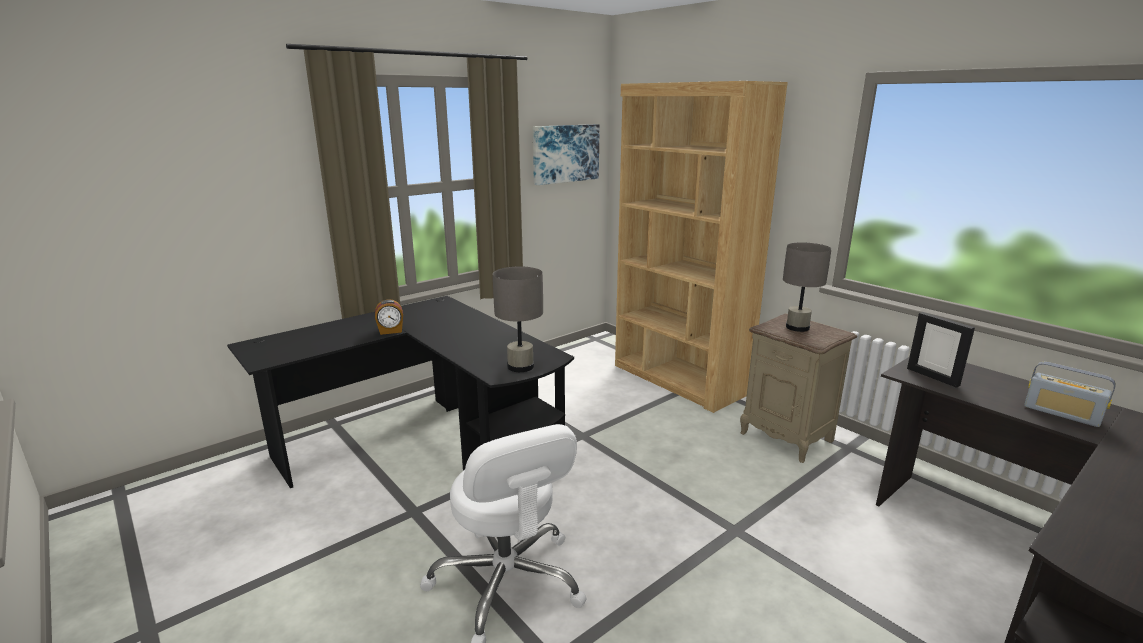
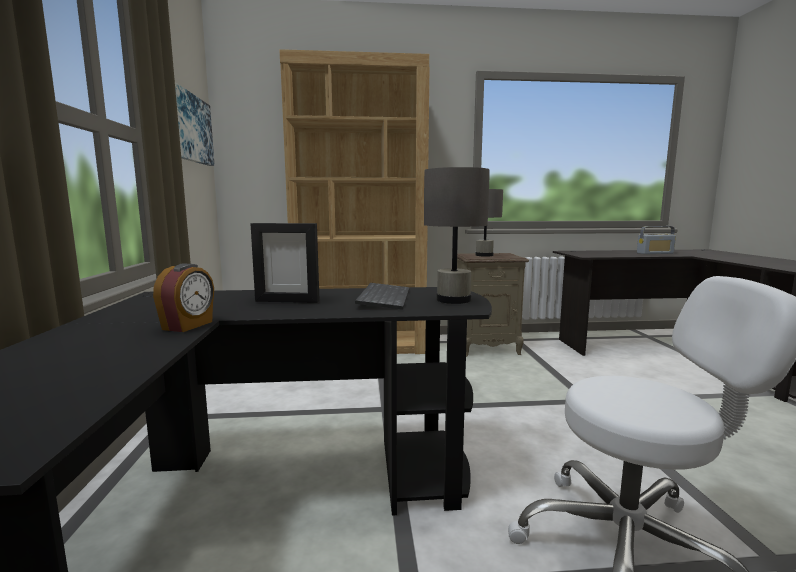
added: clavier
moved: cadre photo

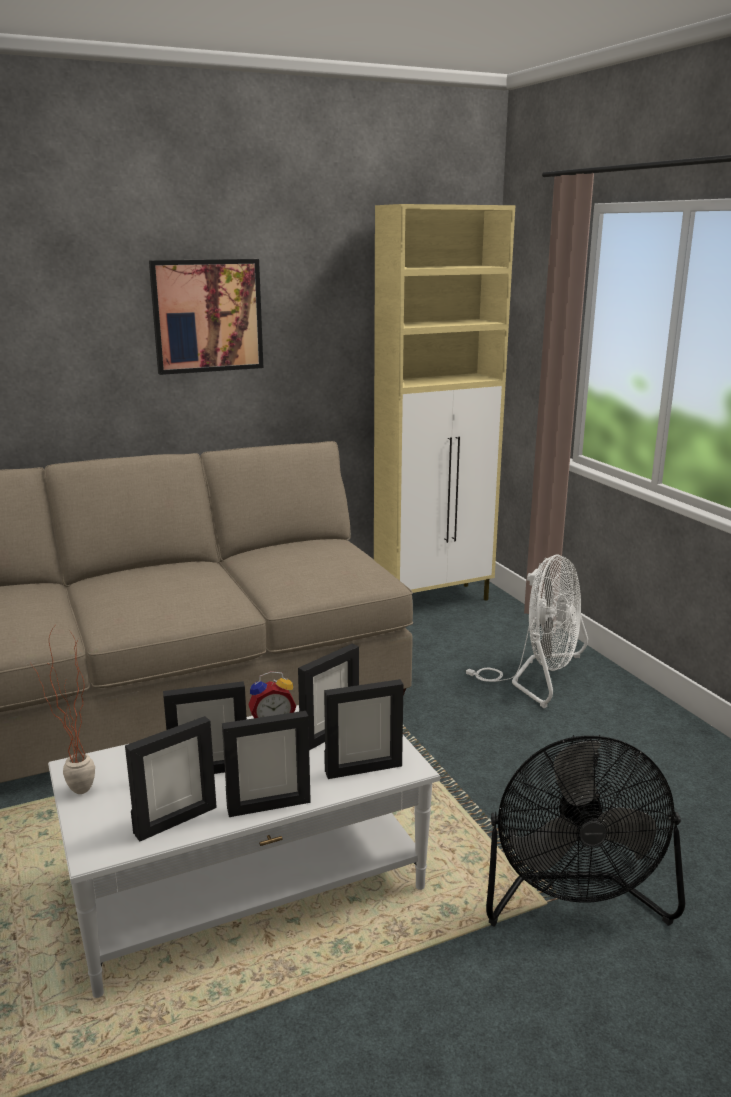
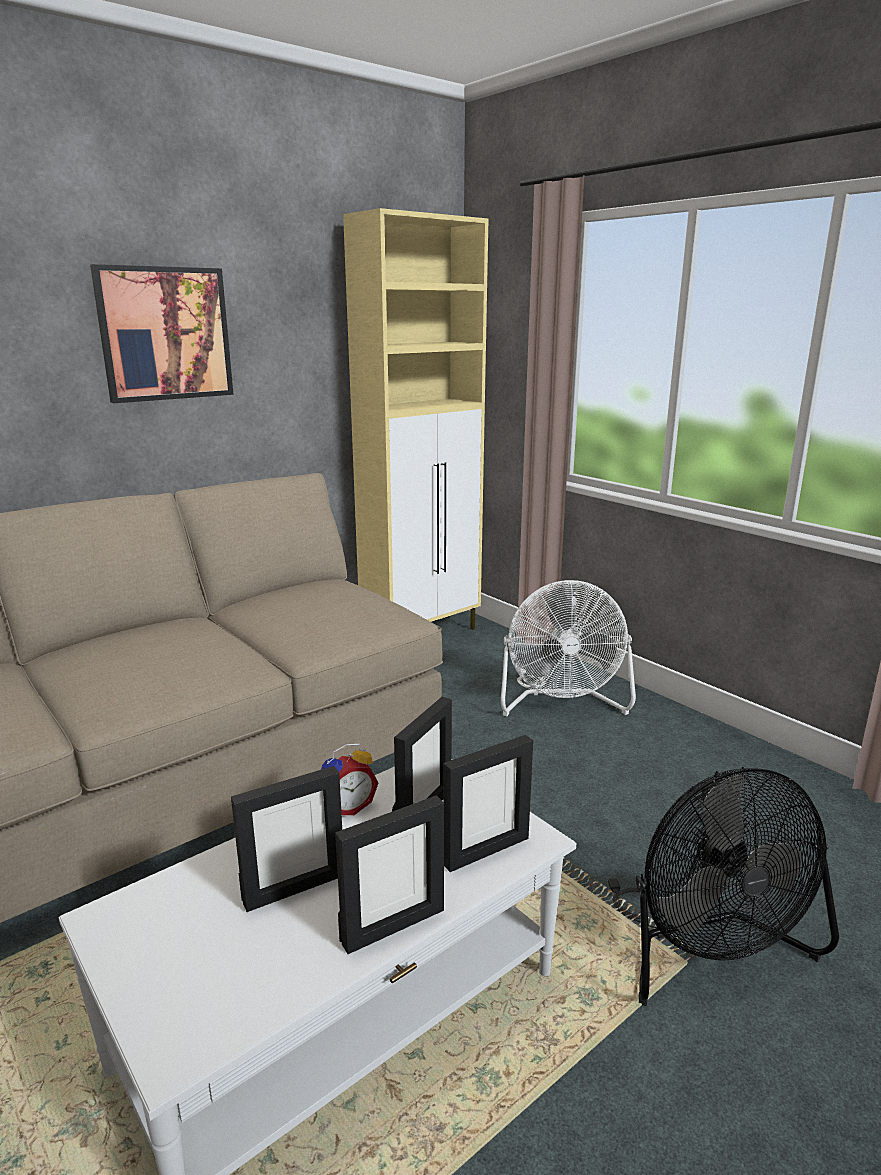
removed: plante en pot; cadre photo (1st from left)
turned: ventilateur/blanc 75 degrees clockwise

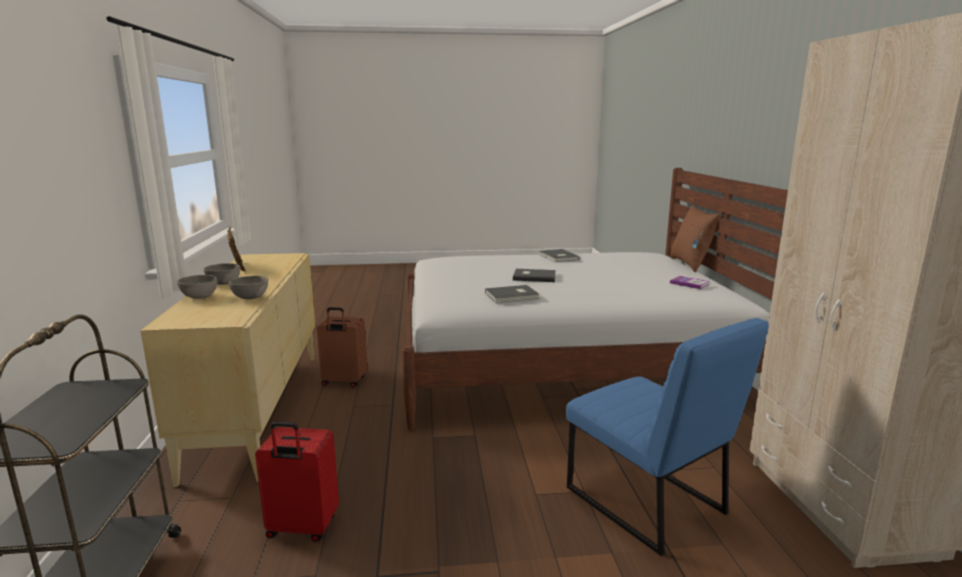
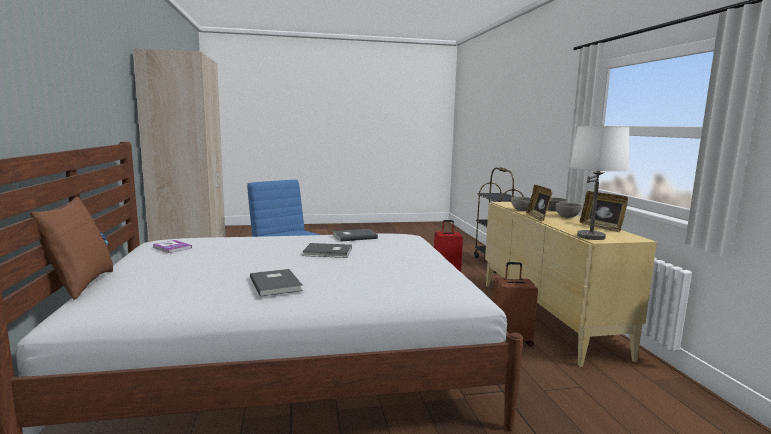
added: lampe de table/blanc; cadre photo (1st from left)

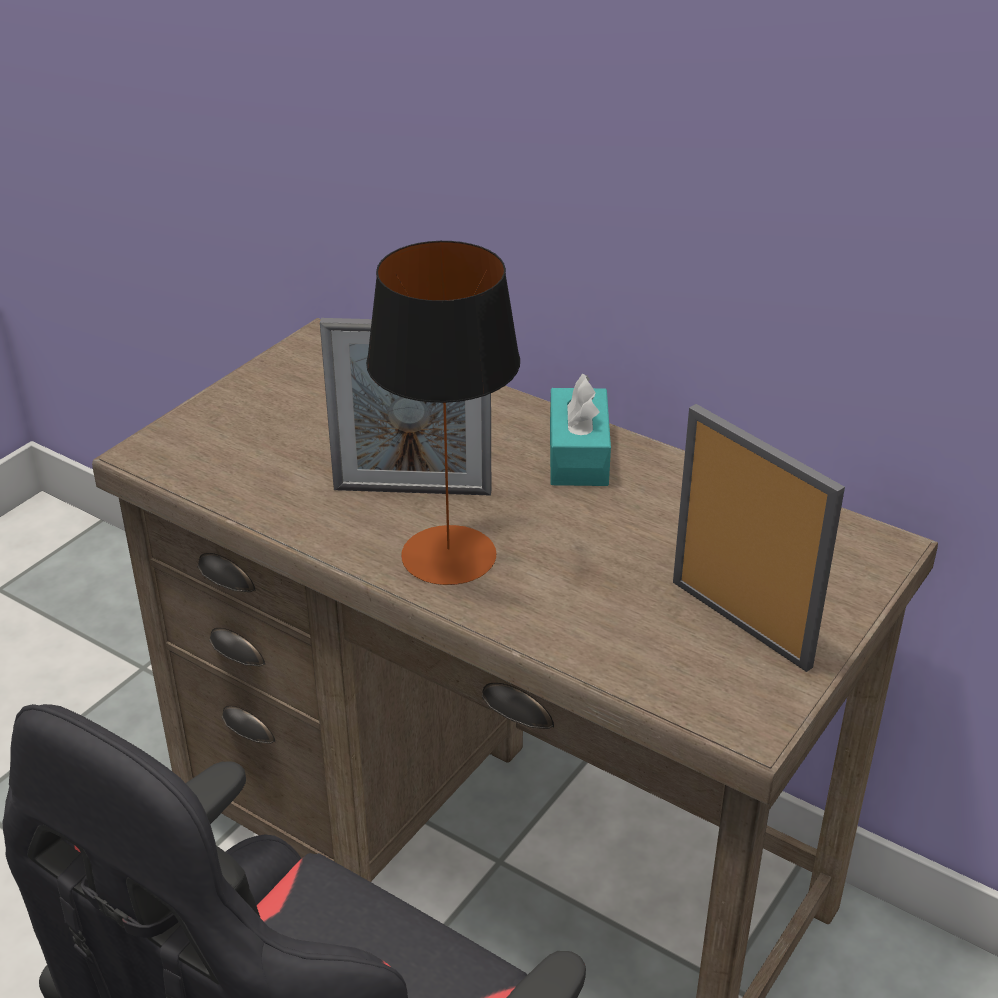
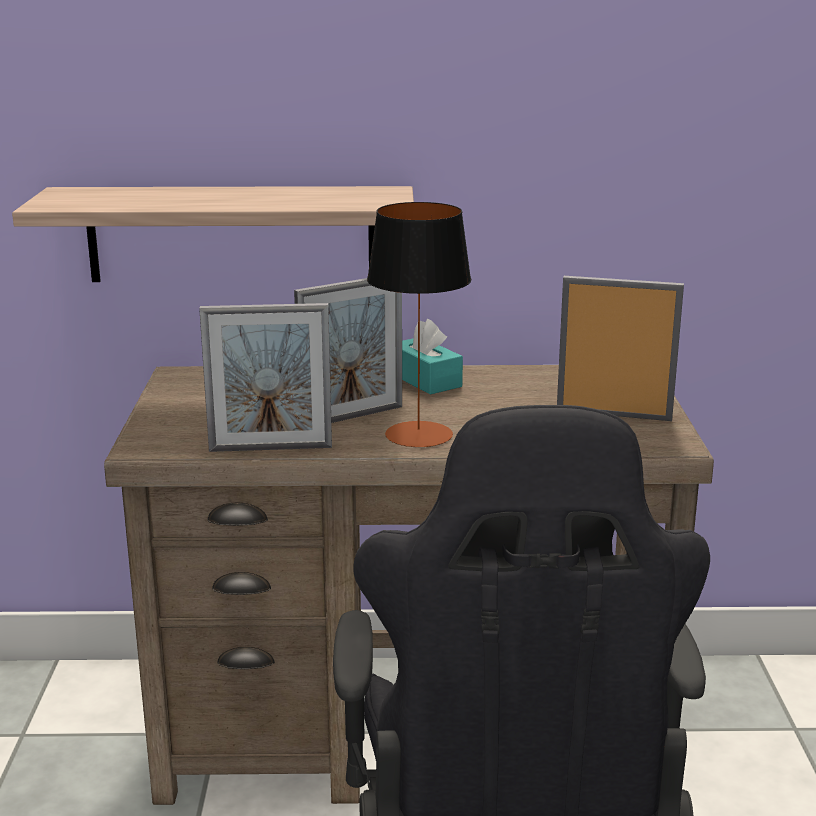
added: étagère; cadre photo (1st from left)

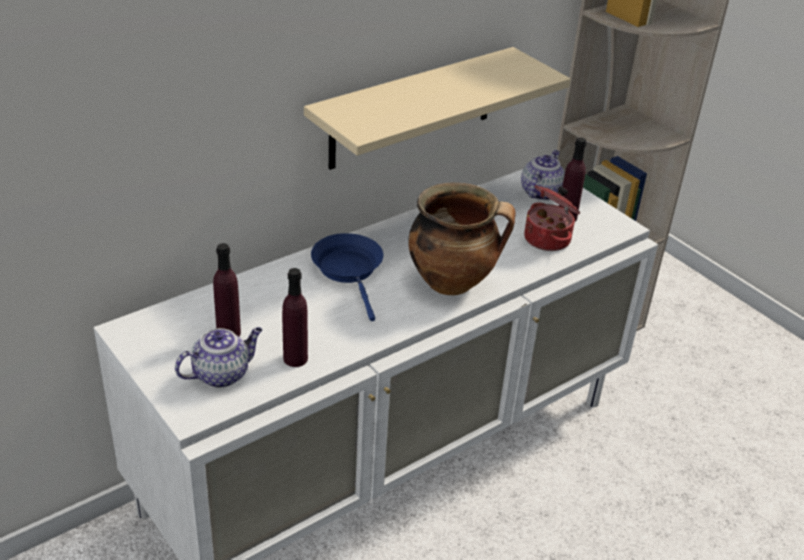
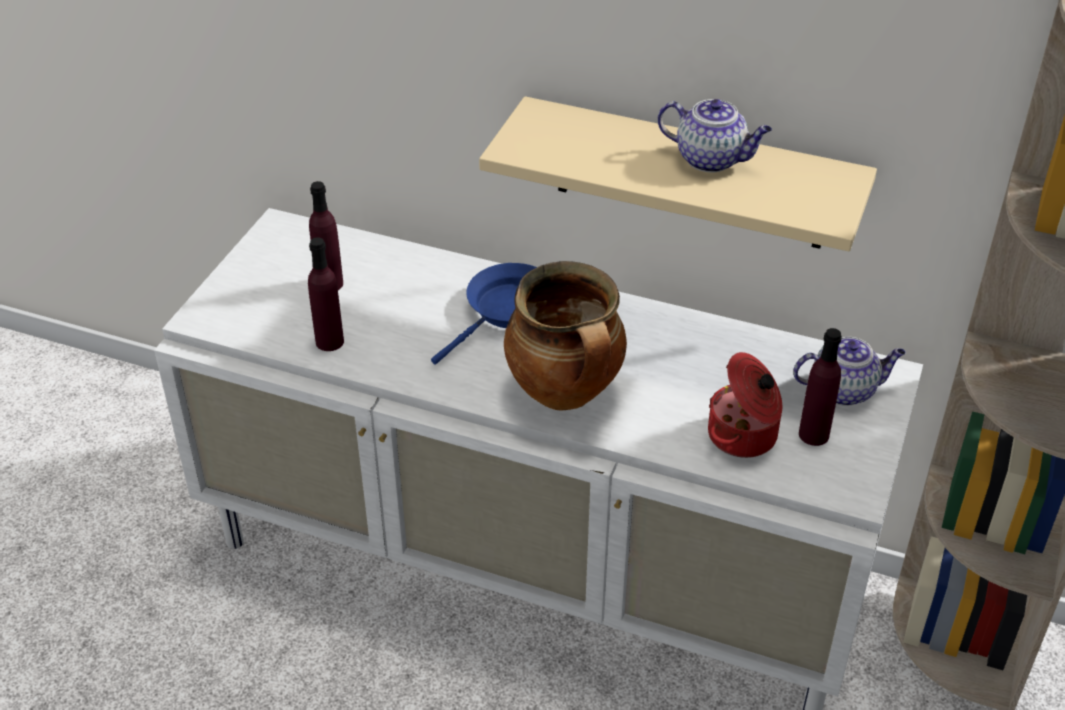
moved: théière (1st from left)

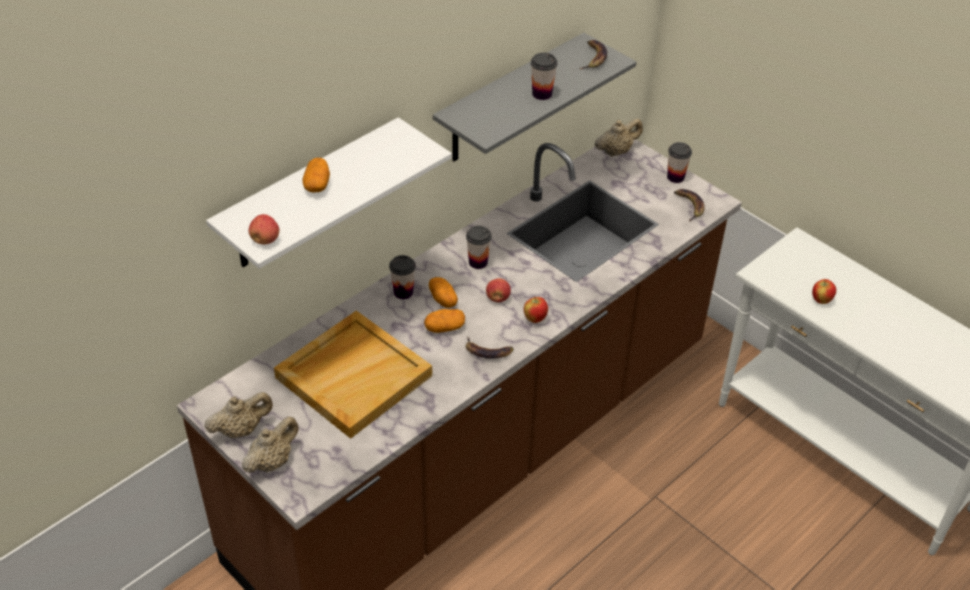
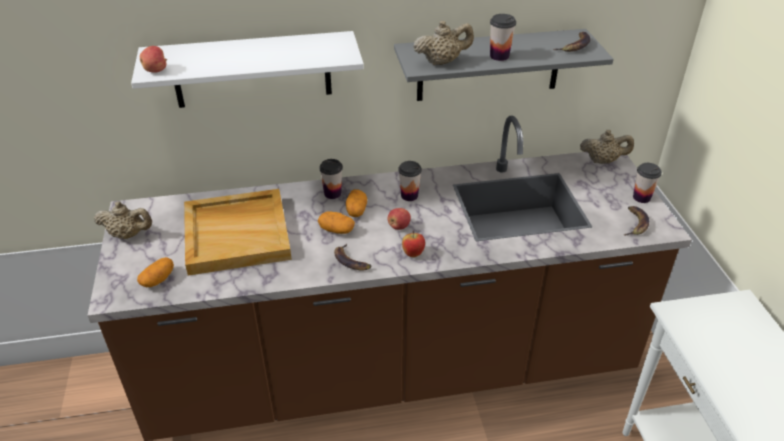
removed: pomme (4th from left)
moved: pomme de terre (1st from left); théière/beige (2nd from left)

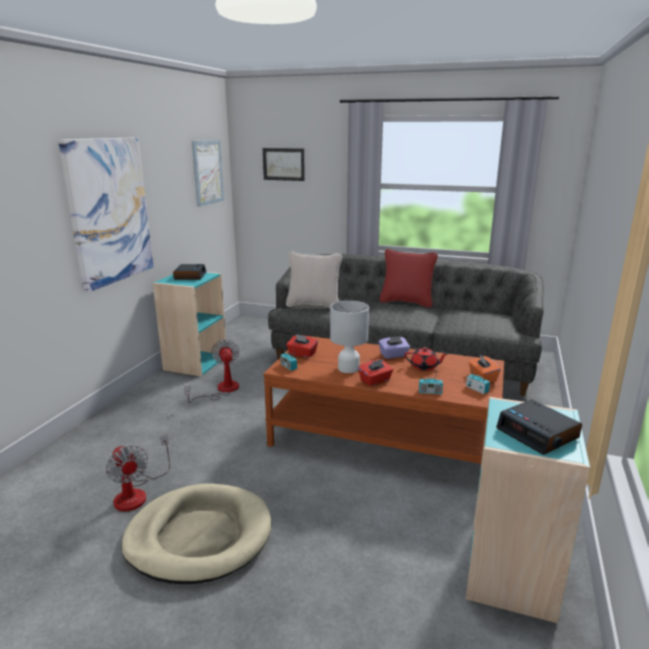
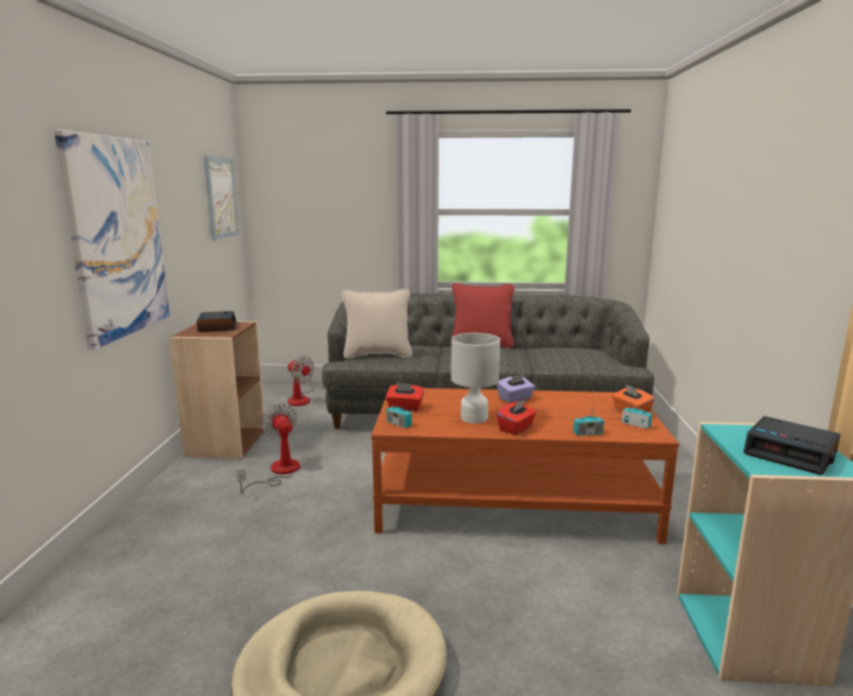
removed: tableau (3rd from left); théière/rouge
moved: ventilateur (1st from left in the first image) to ventilateur (2nd from left)
recoloured: bibliothèque/turquoise (1st from left) to bibliothèque/marron

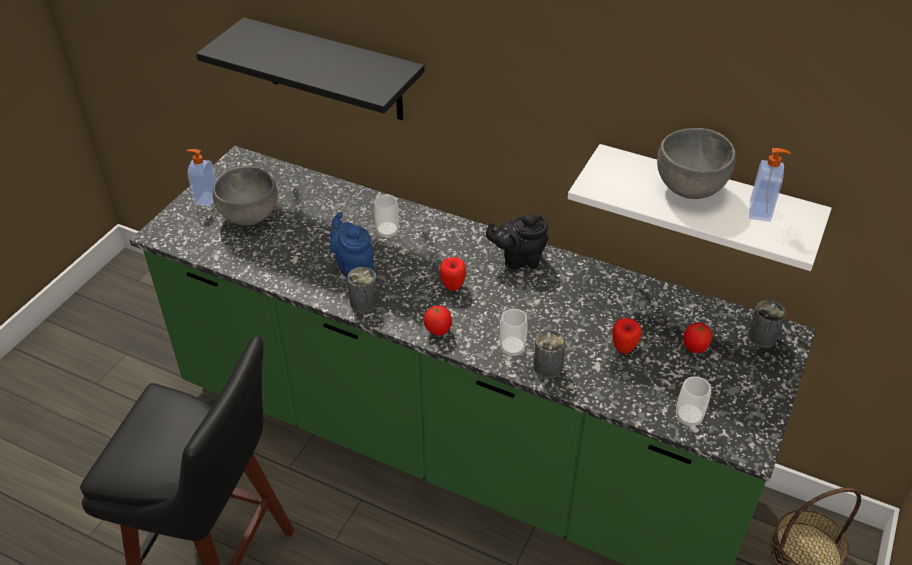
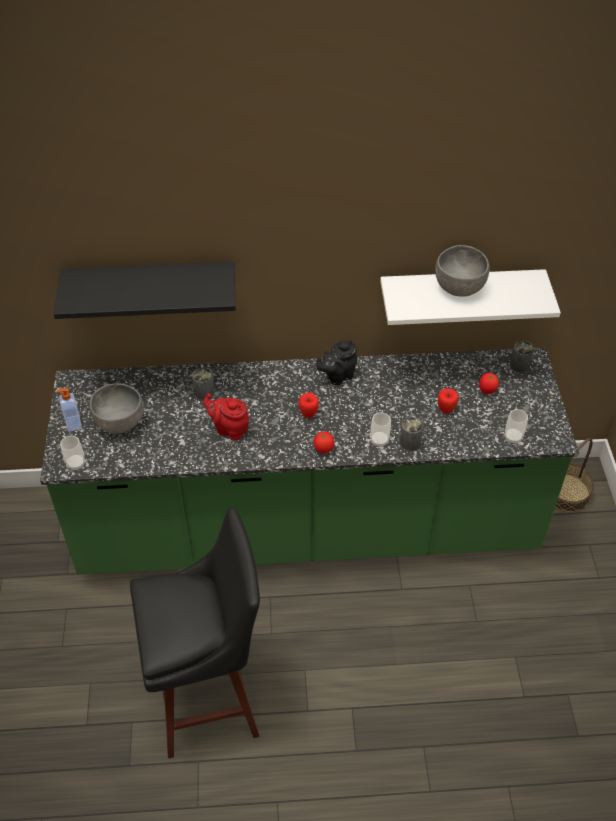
removed: distributeur de savon (2nd from left)
moved: tasse (1st from left); boîte métallique (1st from left)
recoloured: théière/bleu to théière/rouge

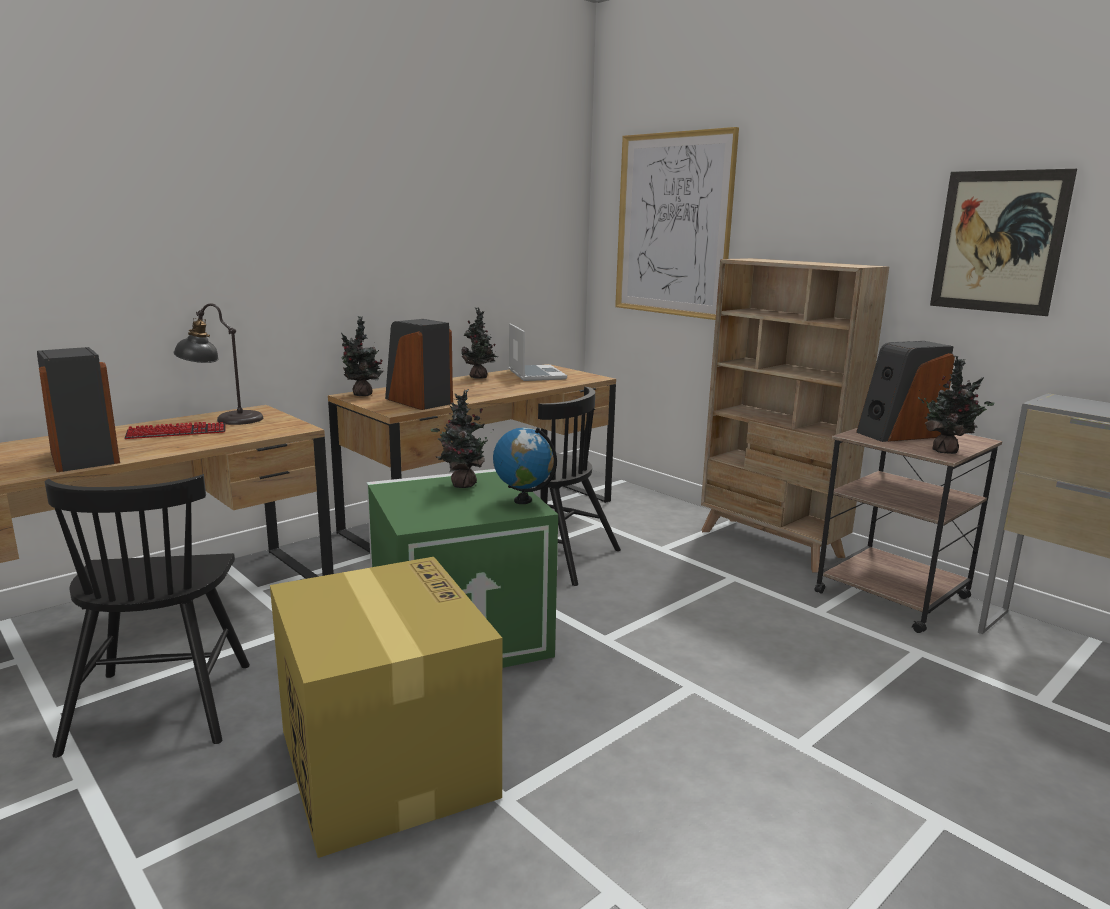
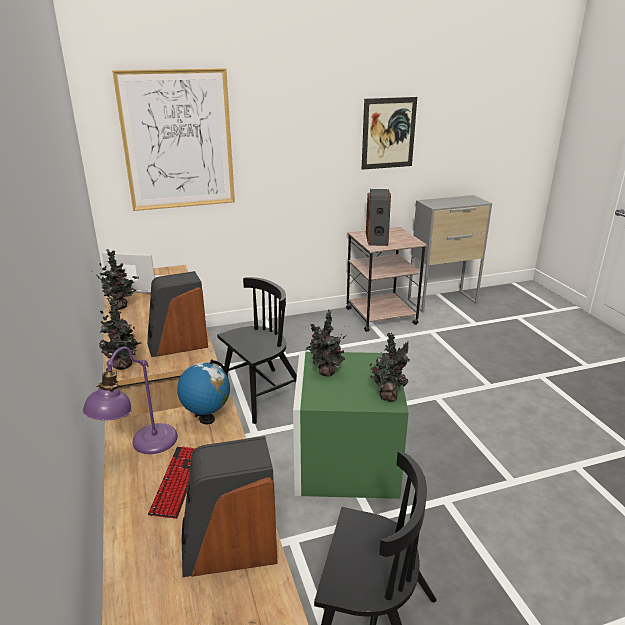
removed: bibliothèque/beige; carton
moved: plante en pot (4th from left); globe
recoloured: lampe de table/gris to lampe de table/violet

